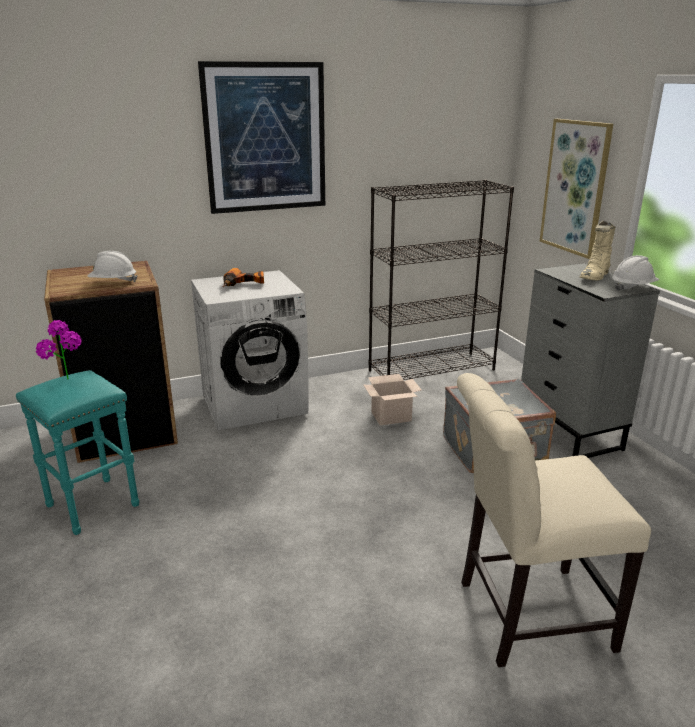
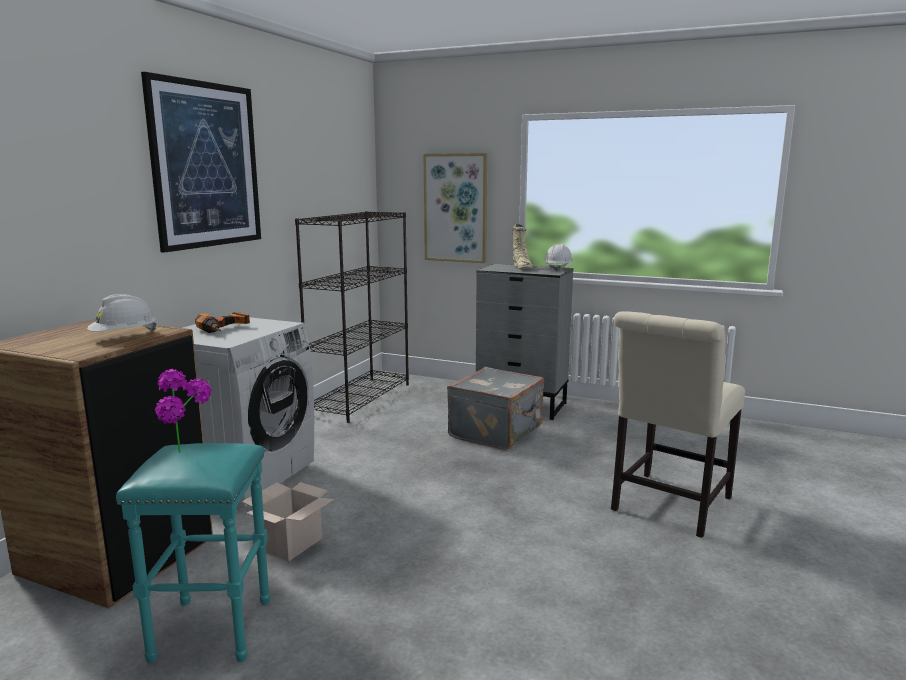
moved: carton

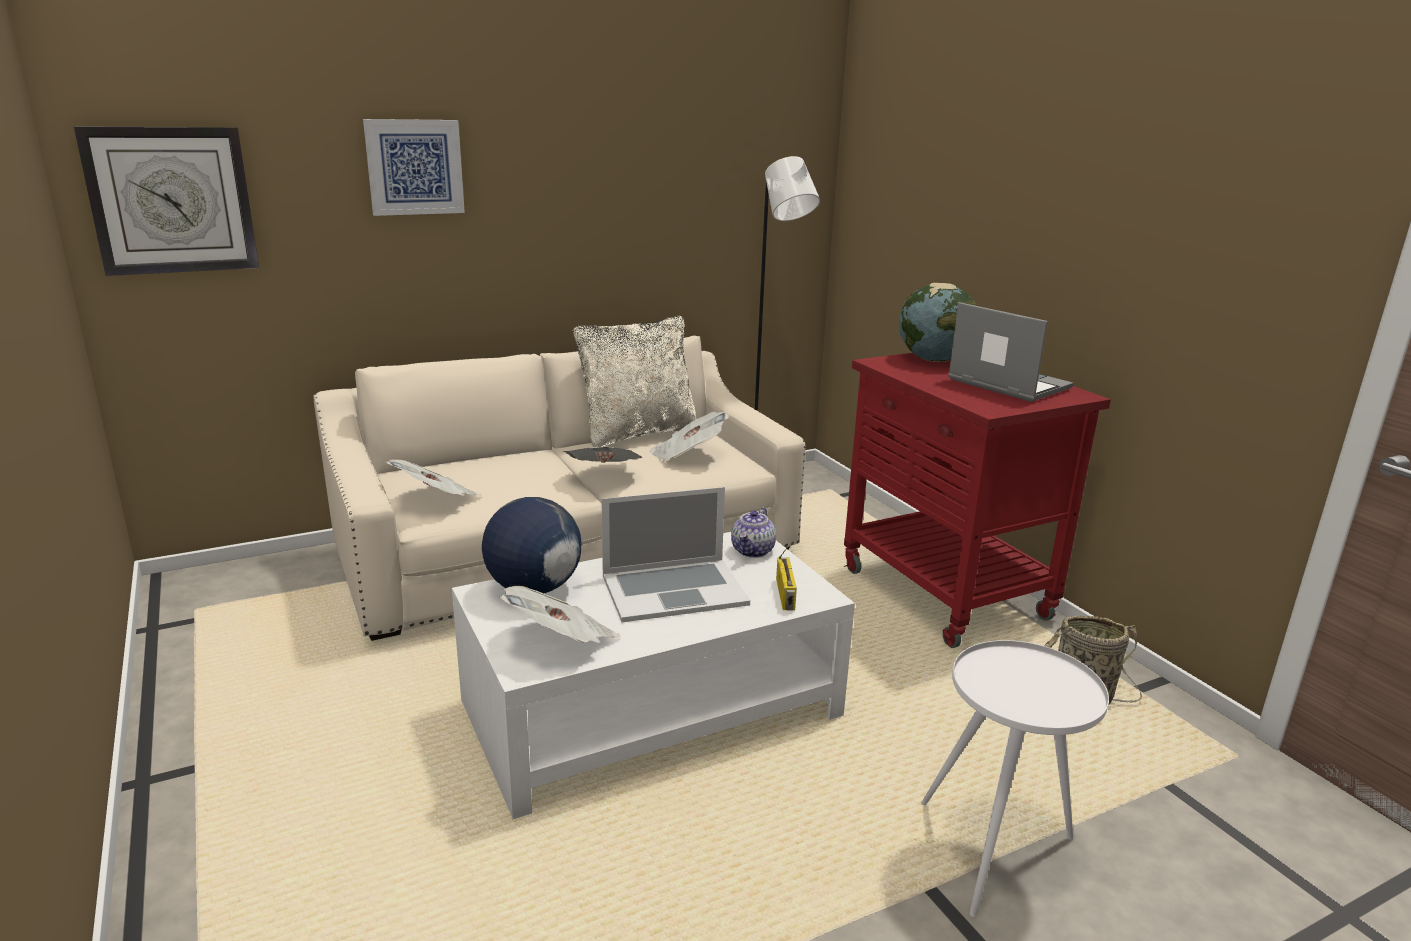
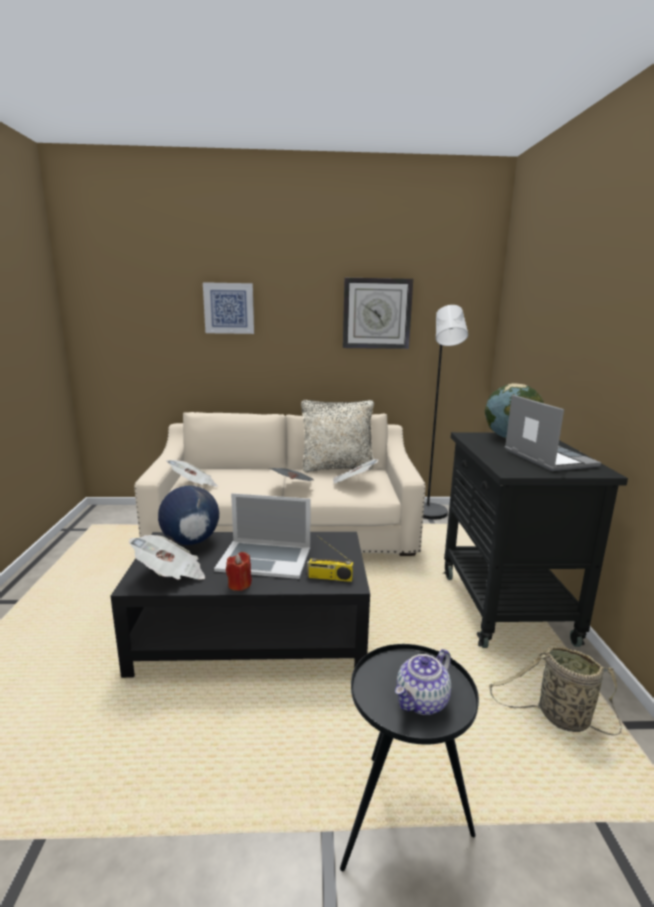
added: bougie/rouge
moved: horloge murale; théière
recoloured: chariot/rouge to chariot/noir; table basse/blanc to table basse/noir; table d'appoint/blanc to table d'appoint/noir
turned: radio 75 degrees clockwise

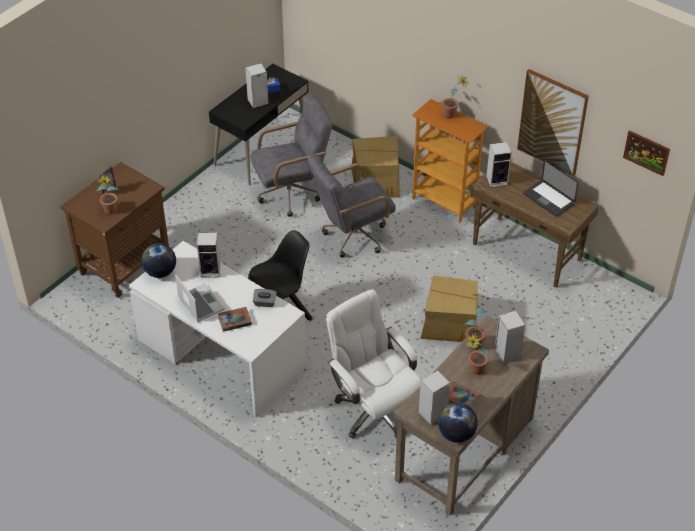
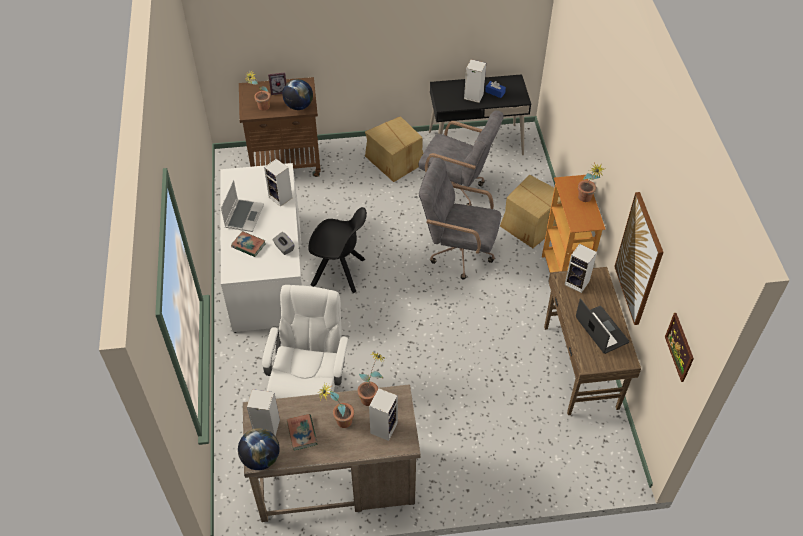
moved: globe (1st from left in the first image) to globe (2nd from left); carton (2nd from left in the first image) to carton (1st from left)
turned: ordinateur portable (2nd from left) 150 degrees clockwise

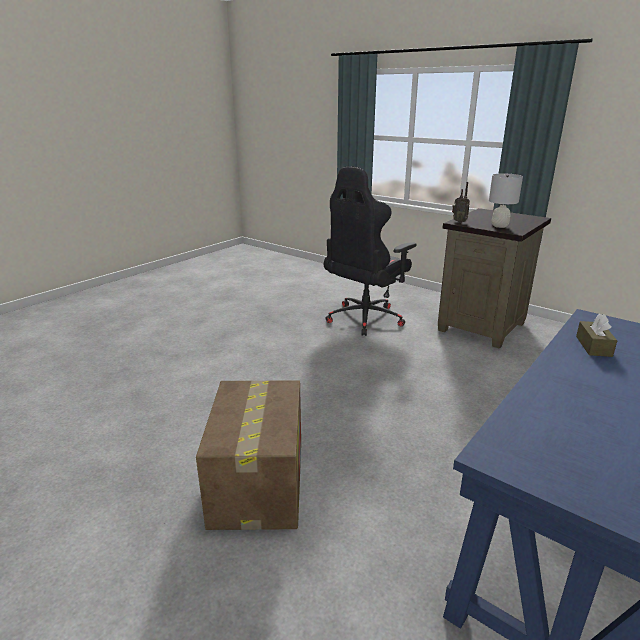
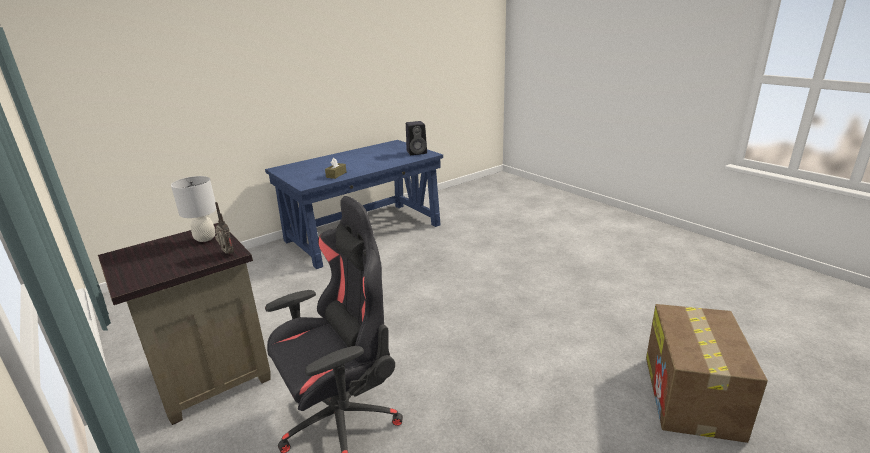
added: enceinte/noir
moved: carton

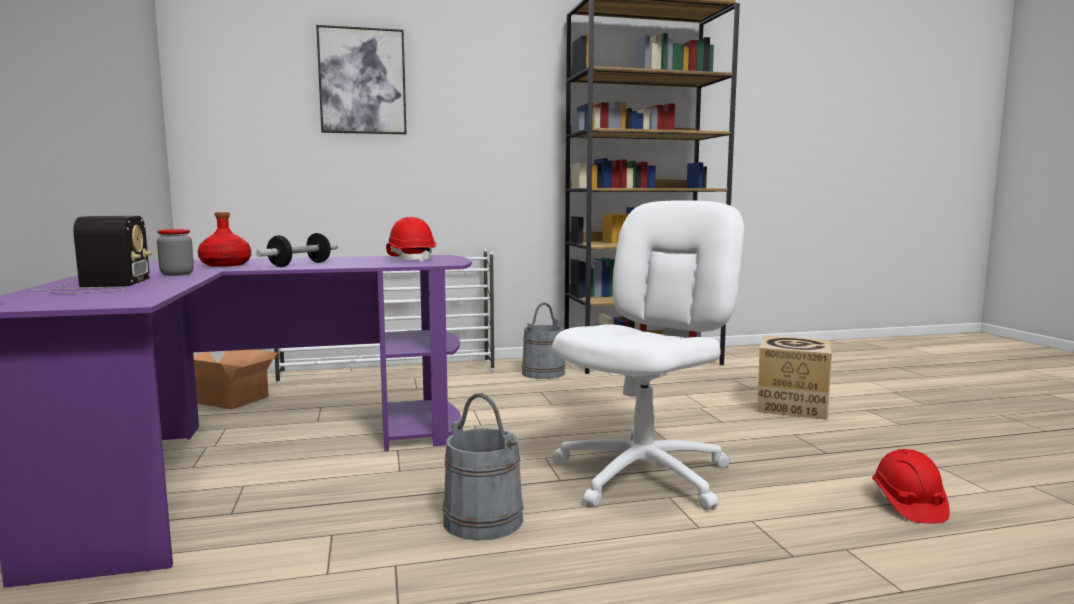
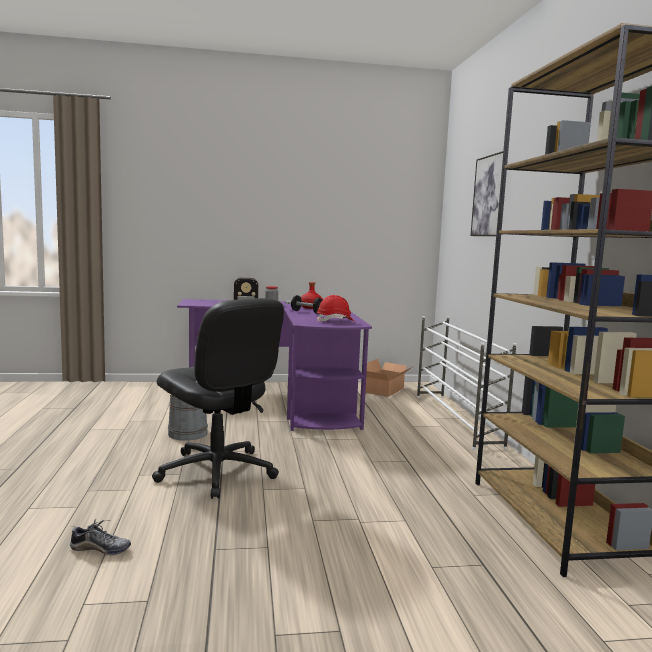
removed: seau/gris (2nd from left); carton (2nd from left)
replaced: casque de chantier/rouge (2nd from left) to chaussure
recoloured: chaise de bureau/blanc to chaise de bureau/noir

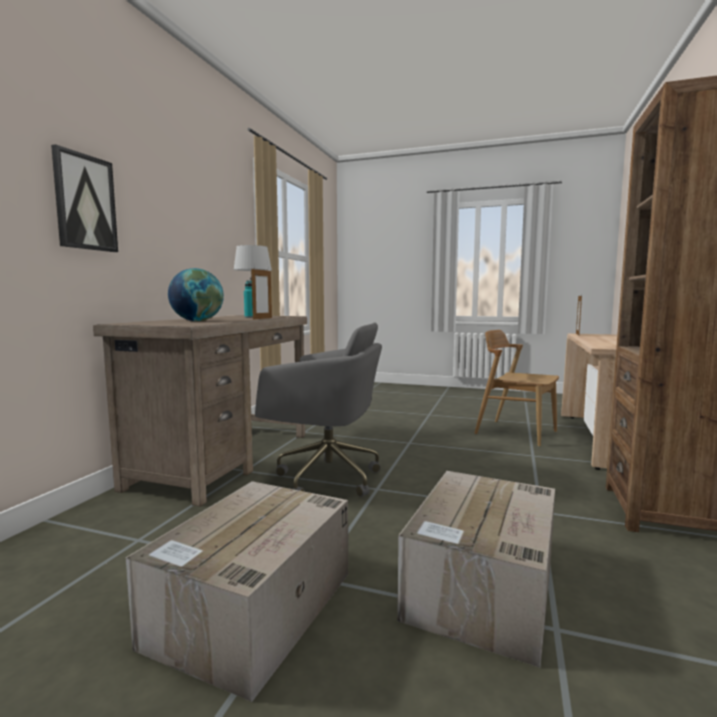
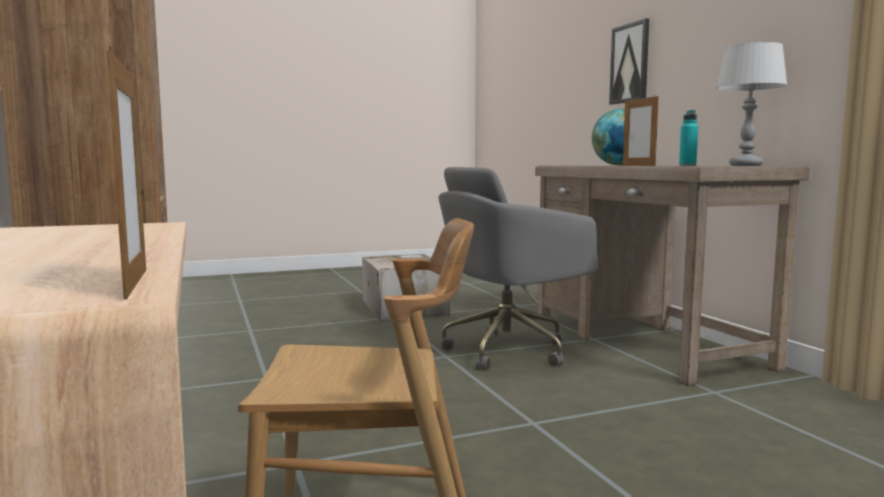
removed: carton (2nd from left)

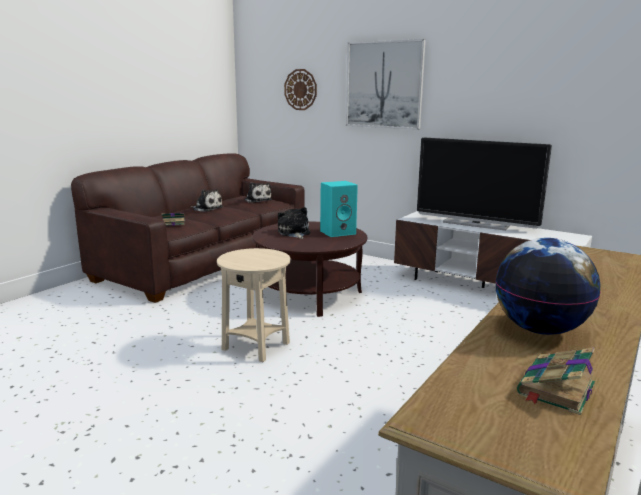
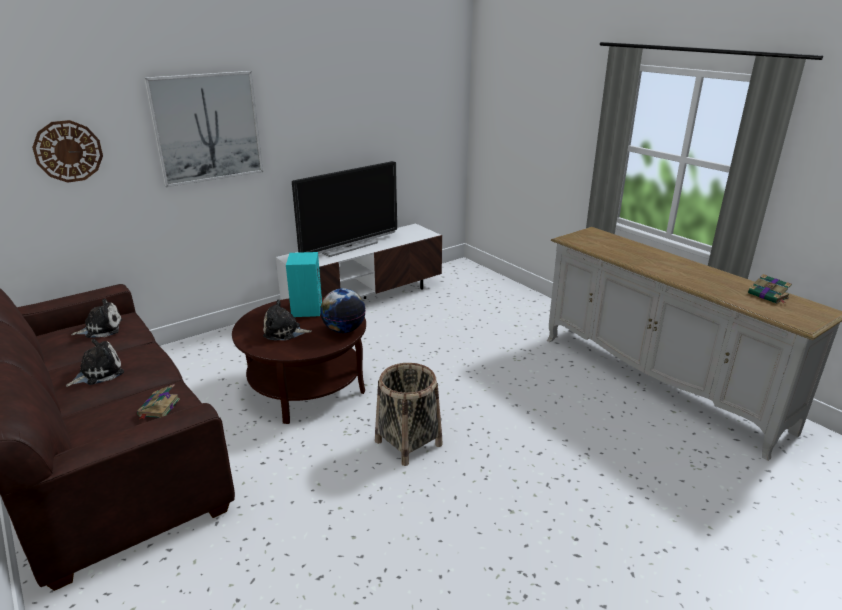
moved: globe
replaced: table d'appoint/beige to panier

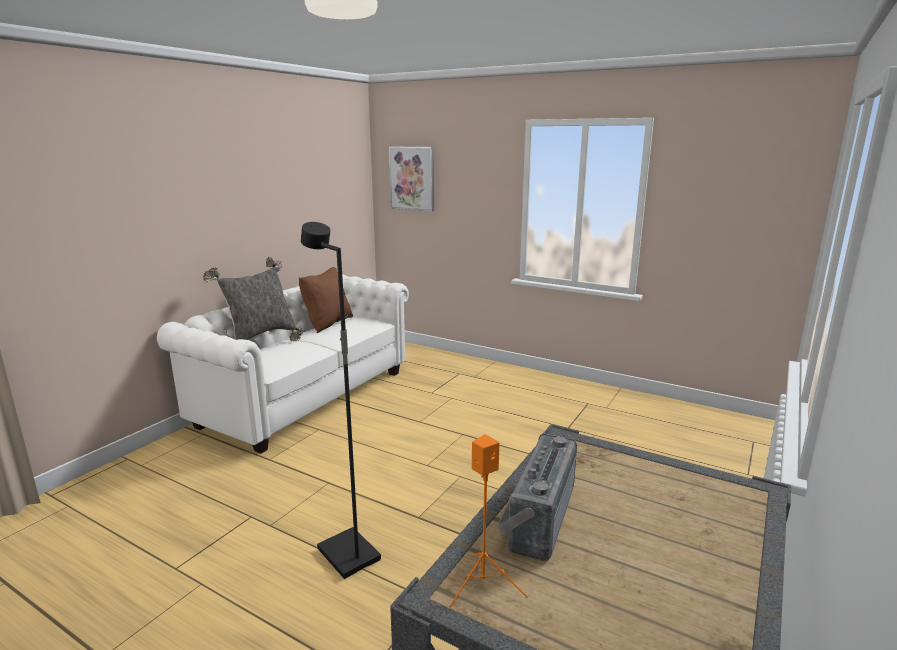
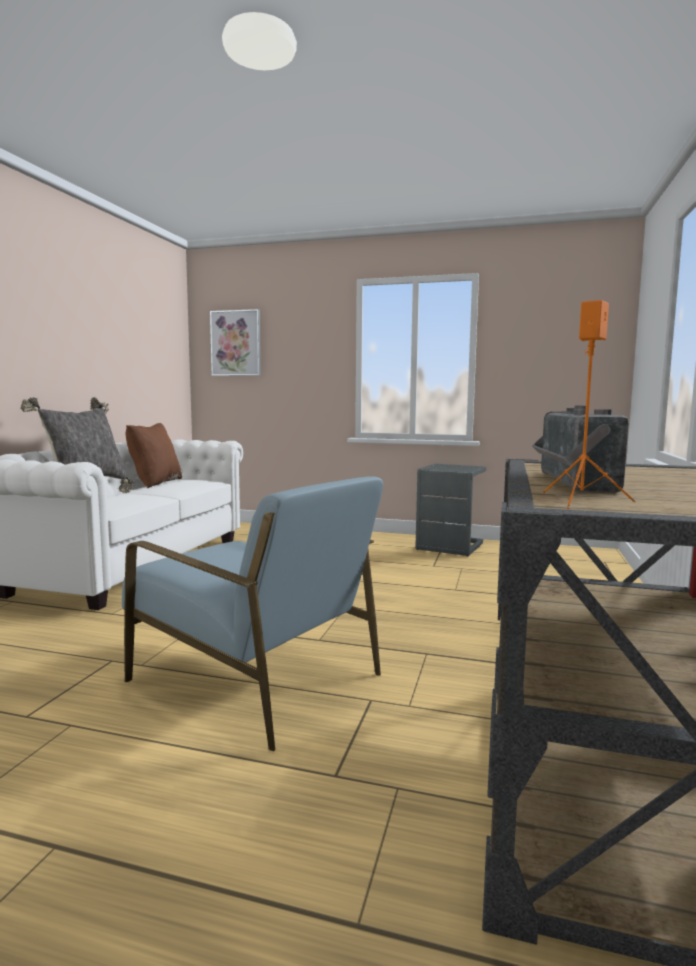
added: table d'appoint/gris
replaced: lampadaire/noir to fauteuil/bleu

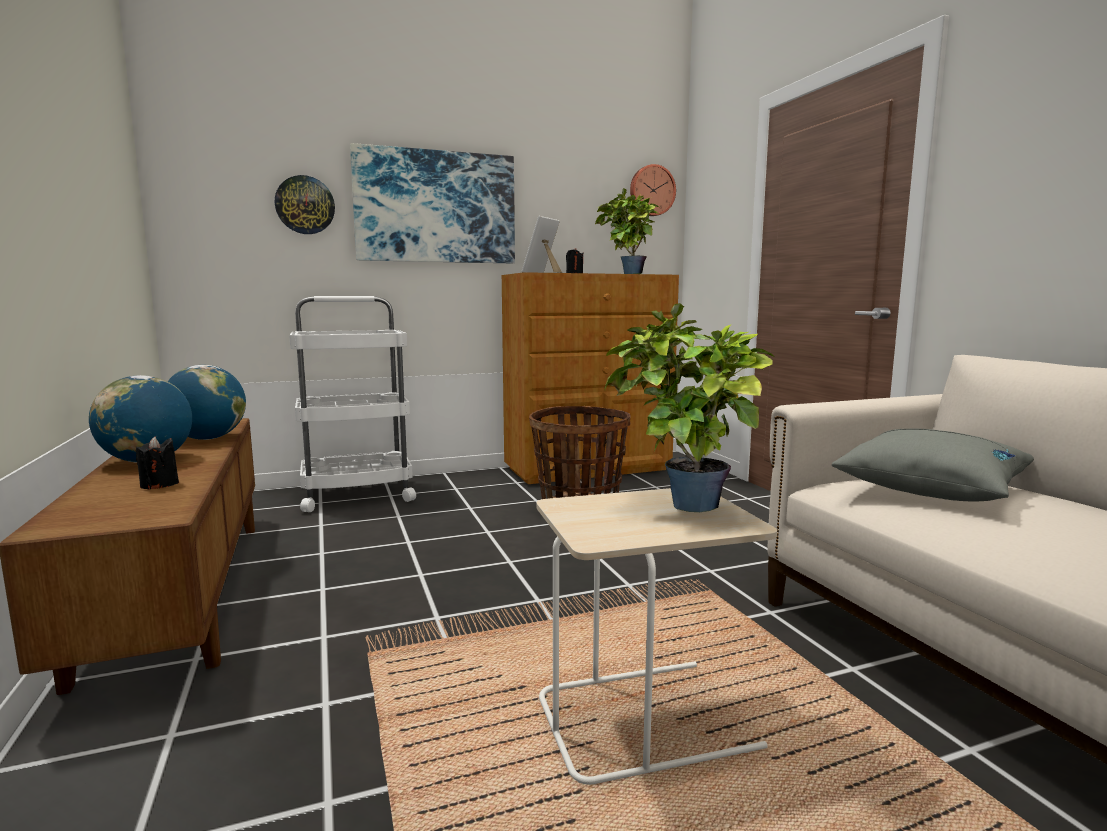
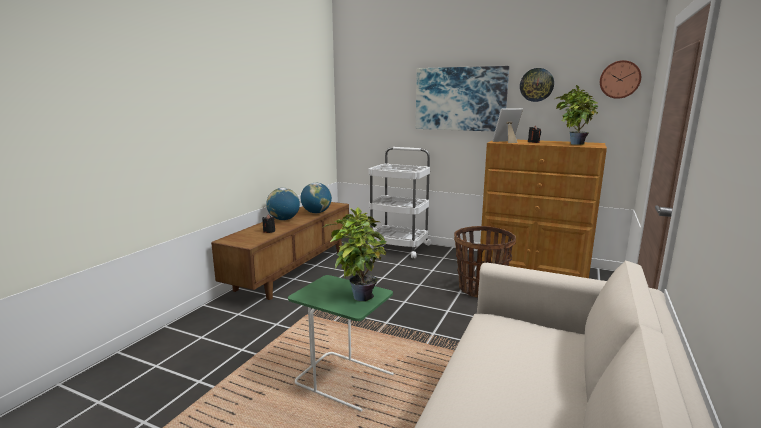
removed: coussin/gris
moved: horloge murale (1st from left)
recoloured: table d'appoint/beige to table d'appoint/vert

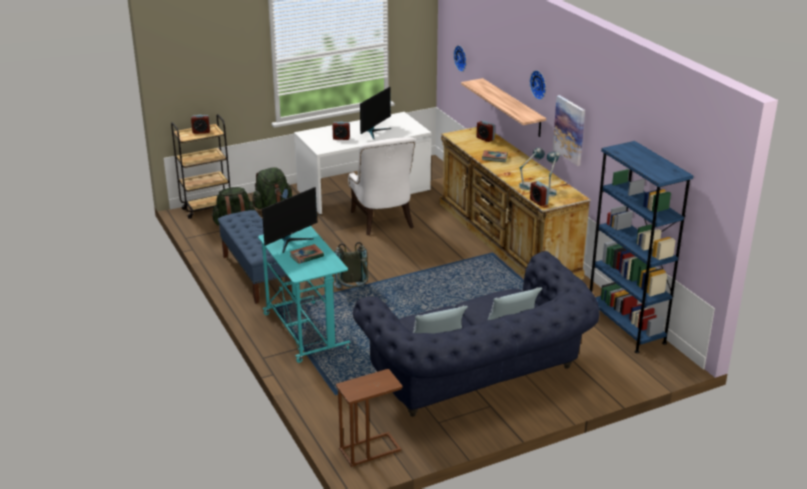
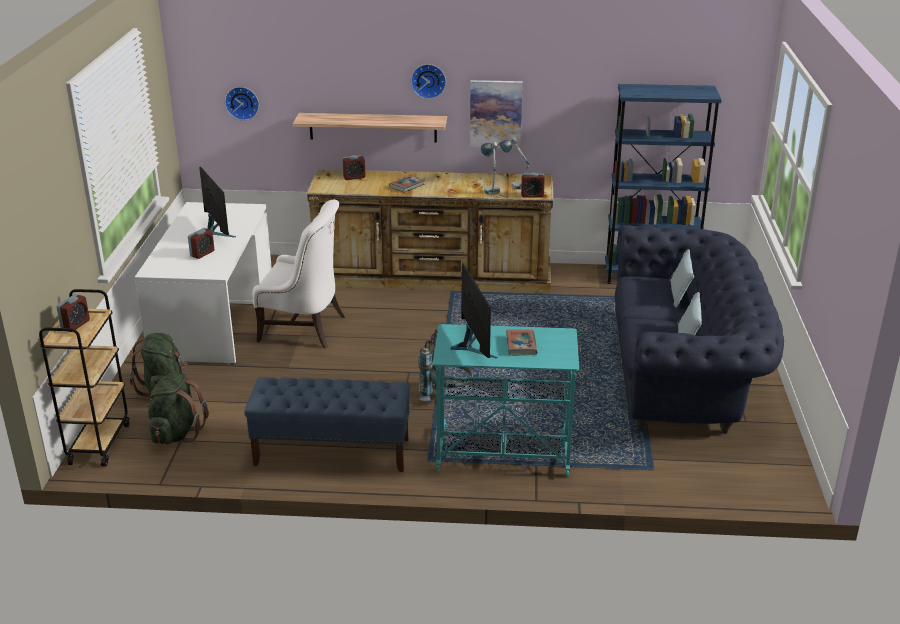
removed: table d'appoint/marron

